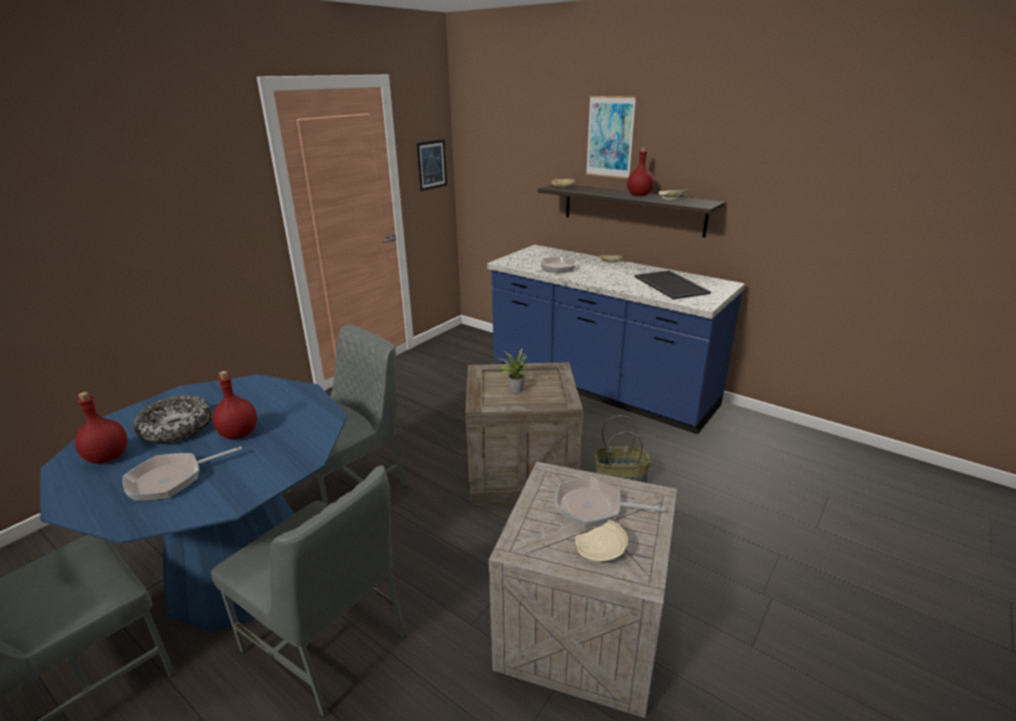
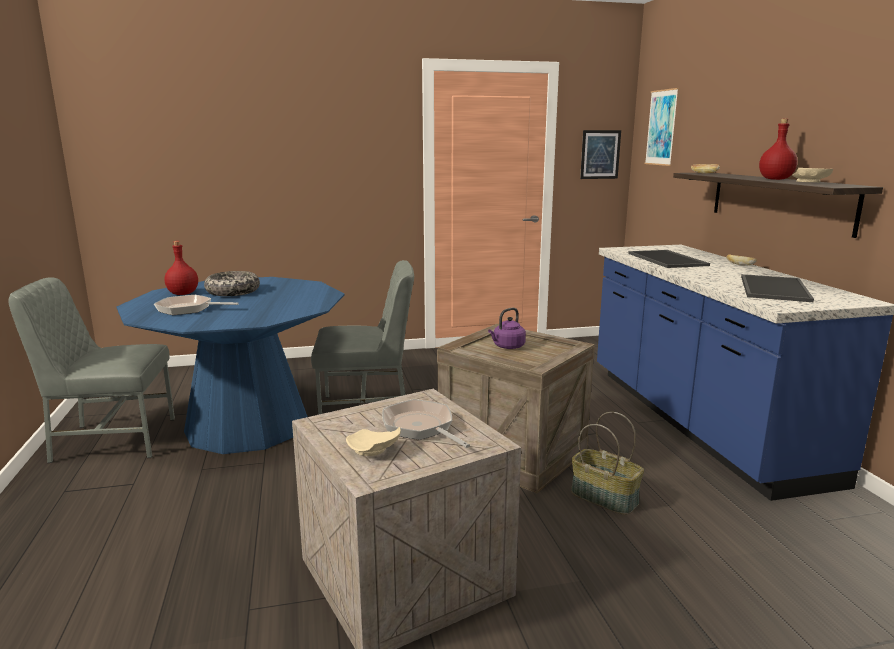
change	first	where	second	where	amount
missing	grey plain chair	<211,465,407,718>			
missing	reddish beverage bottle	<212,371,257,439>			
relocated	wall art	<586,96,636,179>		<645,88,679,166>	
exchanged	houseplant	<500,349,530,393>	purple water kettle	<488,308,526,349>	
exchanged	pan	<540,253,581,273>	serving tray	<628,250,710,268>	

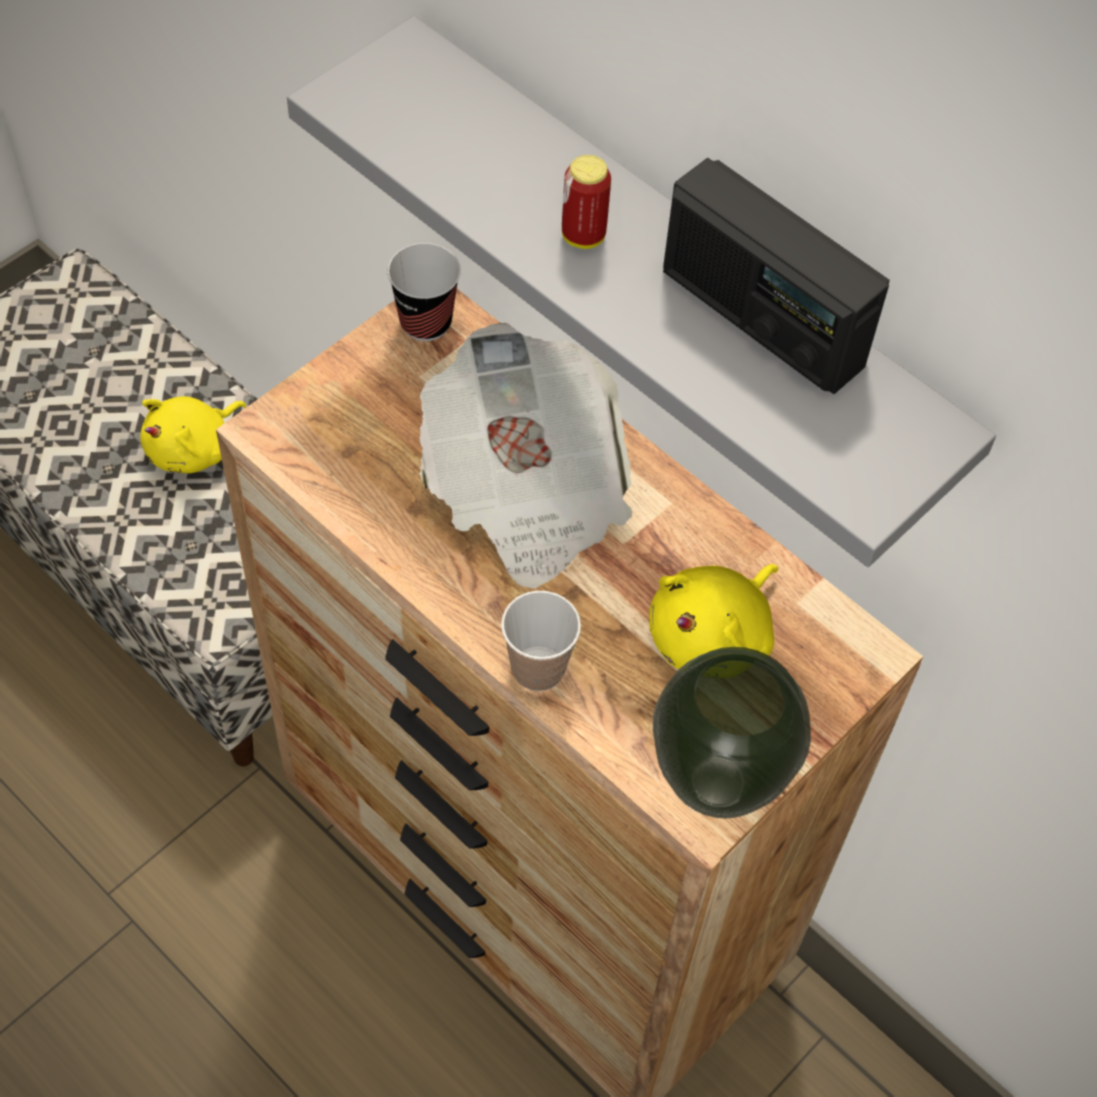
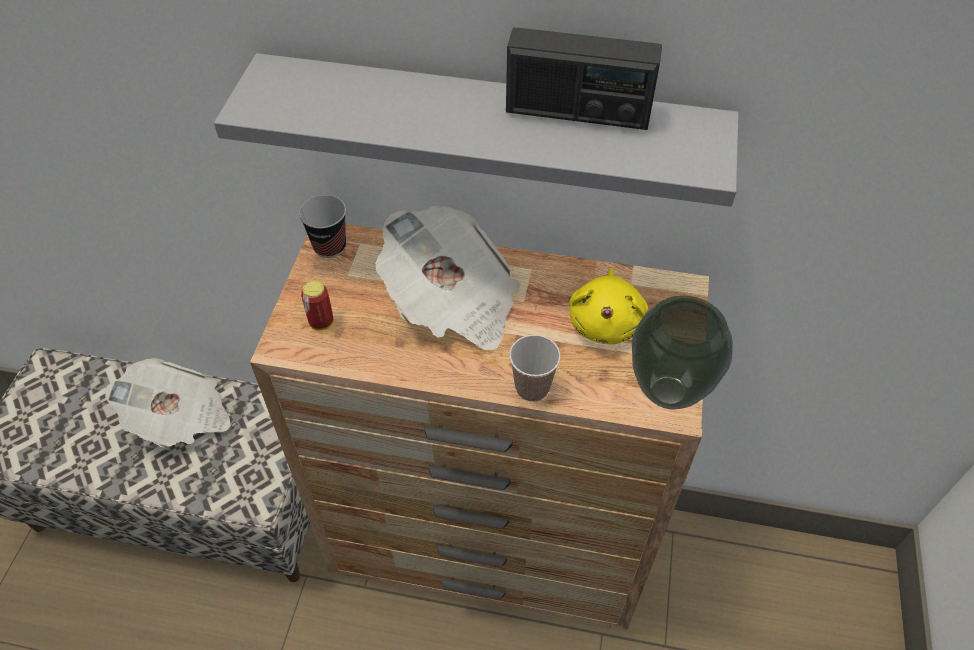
change	first	where	second	where	amount
relocated	can	<562,155,611,249>		<301,281,334,330>	
exchanged	yellow plush toy	<140,396,246,473>	newspaper	<105,358,231,448>	

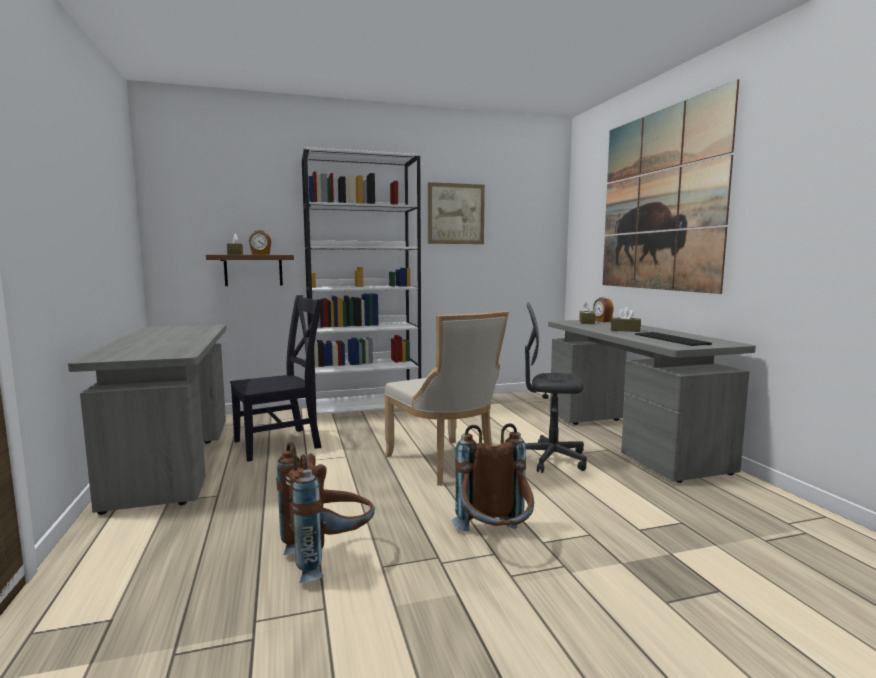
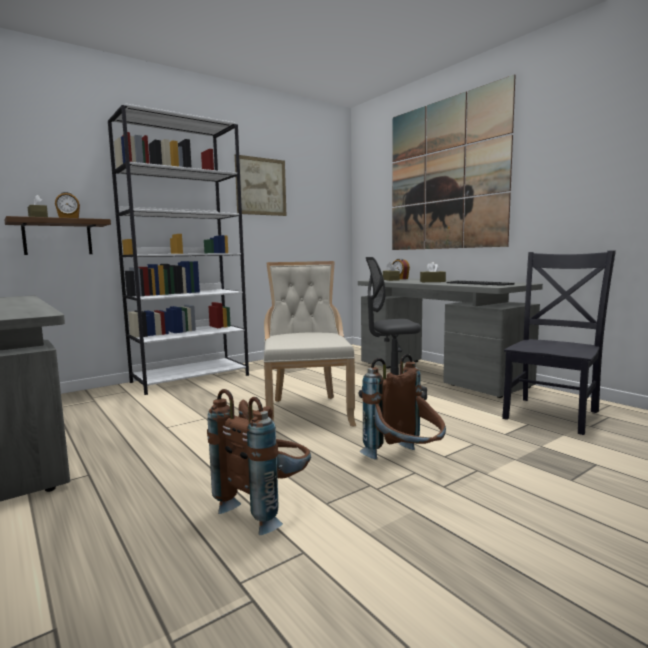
change	first	where	second	where	amount
relocated	black-coloured plain chair	<230,295,324,462>		<502,250,616,435>	
spun	beige plain chair	<384,311,509,486>		<264,261,356,426>	135 degrees counterclockwise

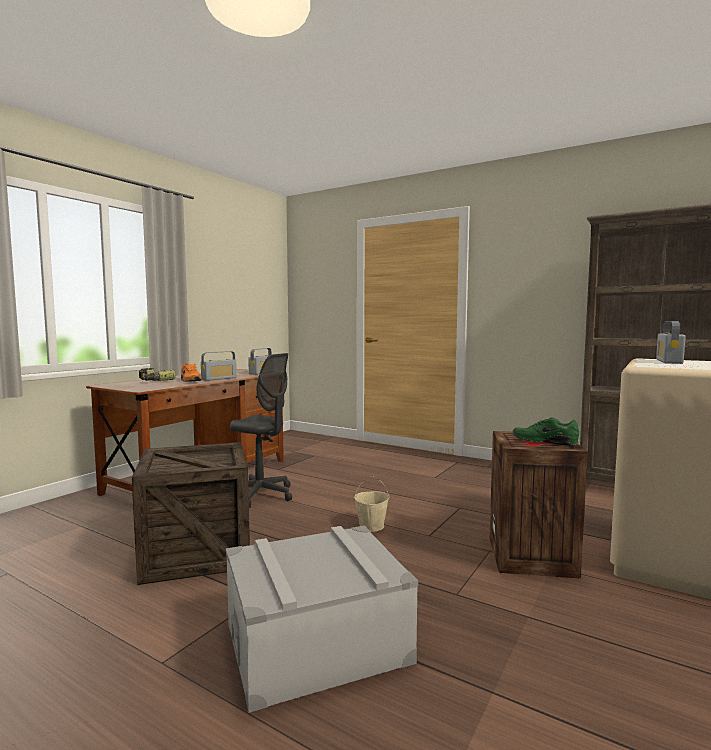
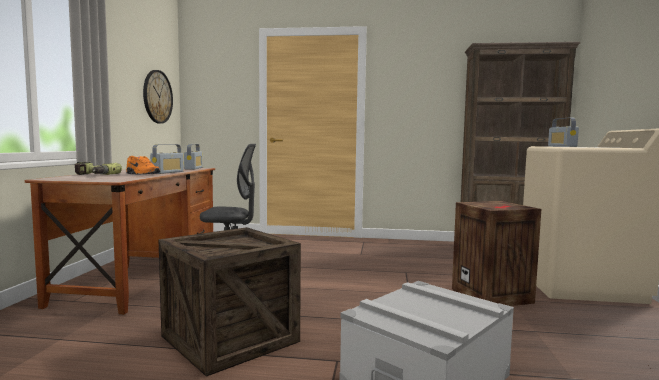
change	first	where	second	where	amount
missing	beige water bucket	<354,476,389,531>			
missing	green-coloured item of footwear	<513,417,579,446>			
appeared			wall clock	<143,70,173,124>	

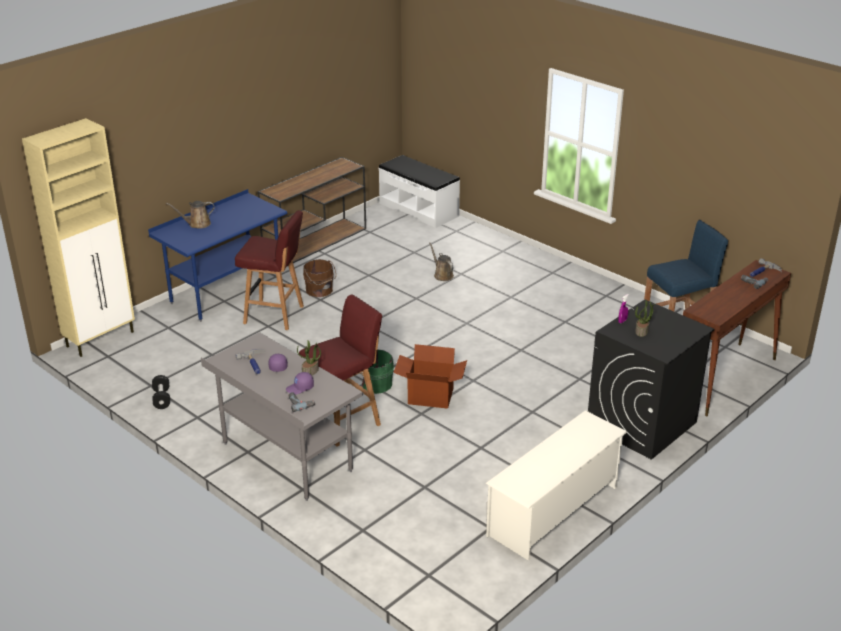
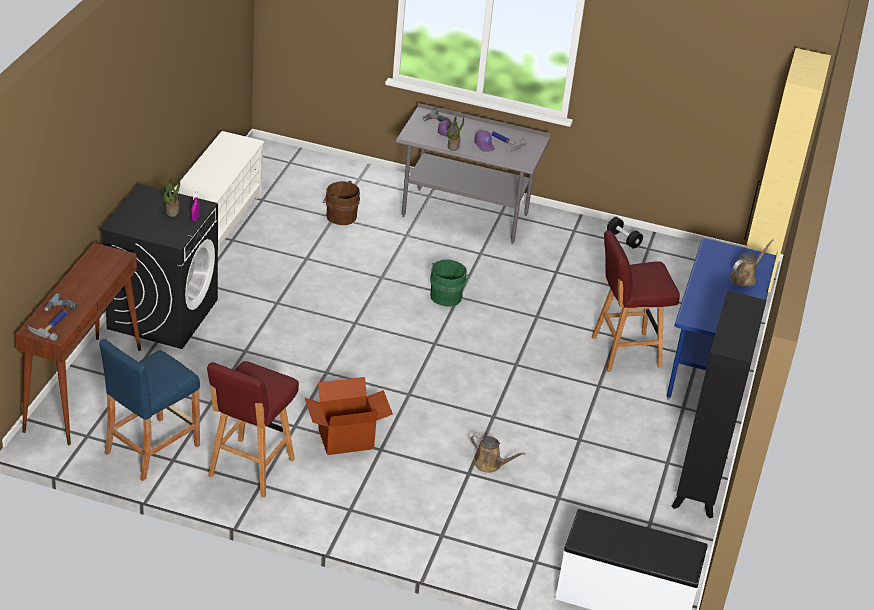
change	first	where	second	where	amount
relocated	reddish sitting stool	<299,294,382,447>		<207,361,299,498>	
relocated	brown-coloured water bucket	<303,259,336,297>		<323,181,360,225>	
relocated	cardboard box	<393,344,467,409>		<305,377,393,455>	
exchanged	brown-coloured console table	<257,157,366,263>	black-coloured shelving unit	<672,291,766,518>	

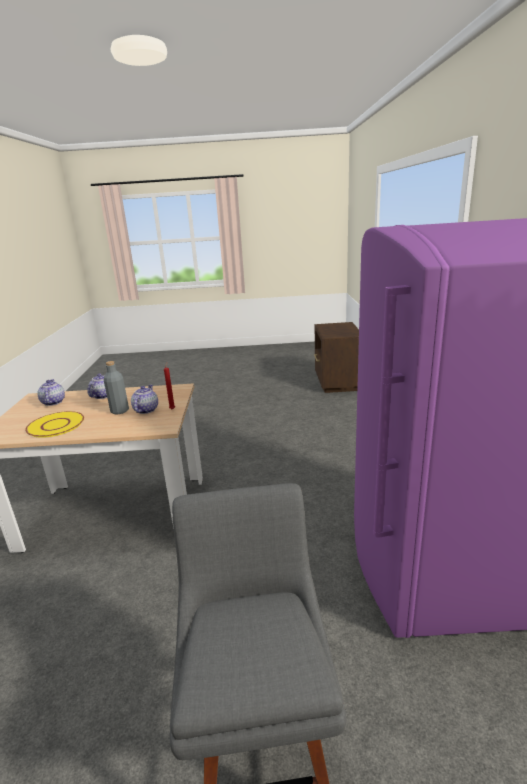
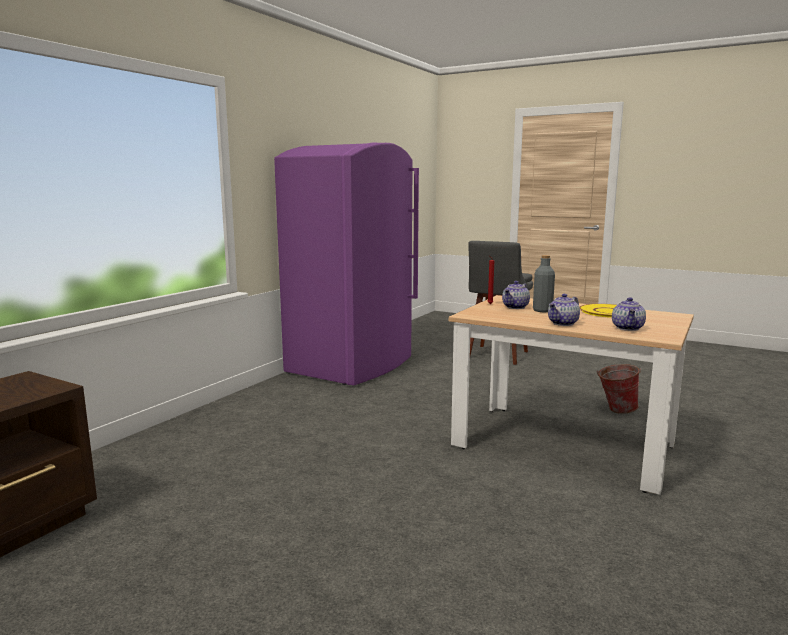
change	first	where	second	where	amount
appeared			water bucket	<597,364,641,414>	

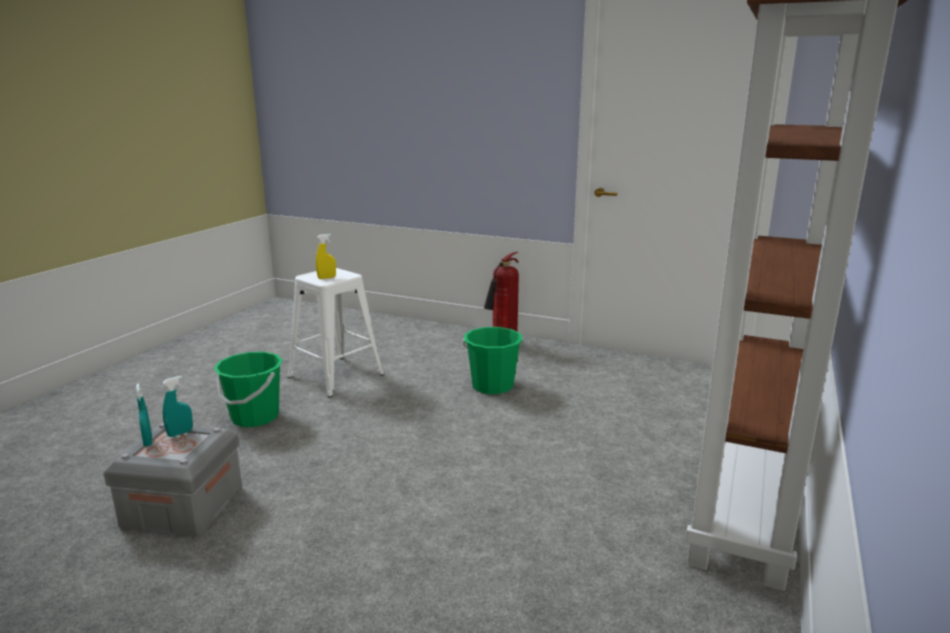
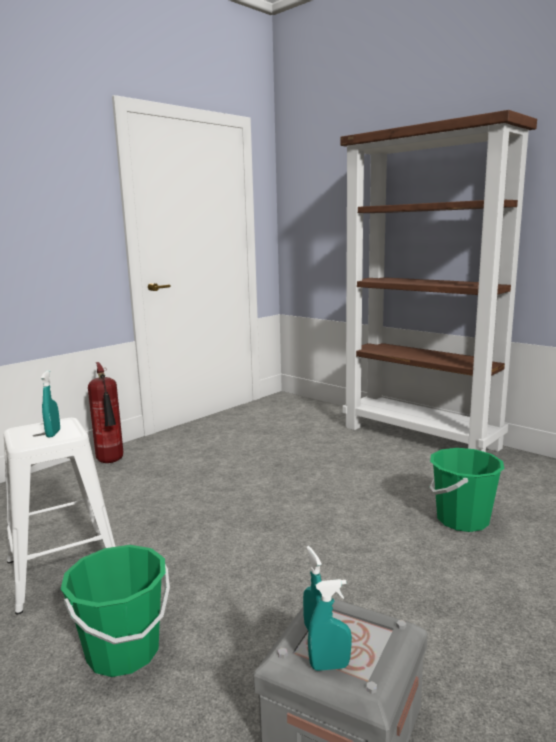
change	first	where	second	where	amount
relocated	green-coloured water bucket	<463,327,523,394>		<430,448,504,532>	
colour	yellow spray bottle	<316,234,336,279>	turquoise spray bottle	<41,370,60,438>	

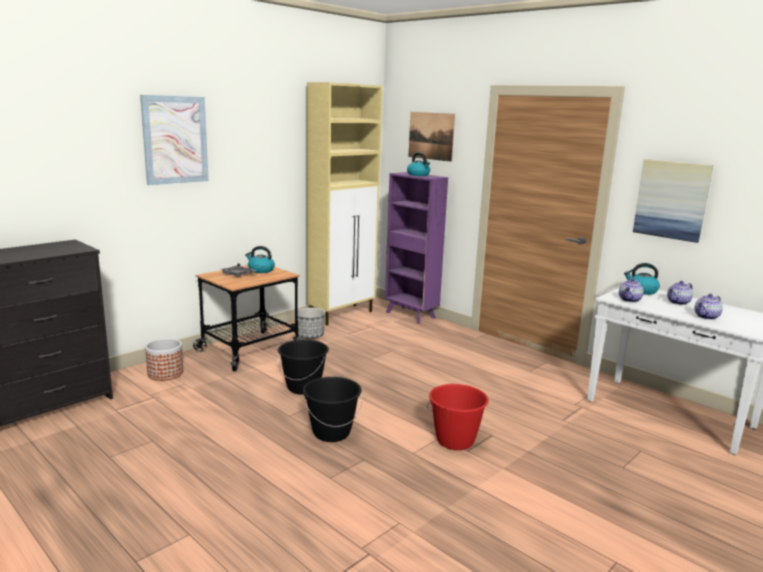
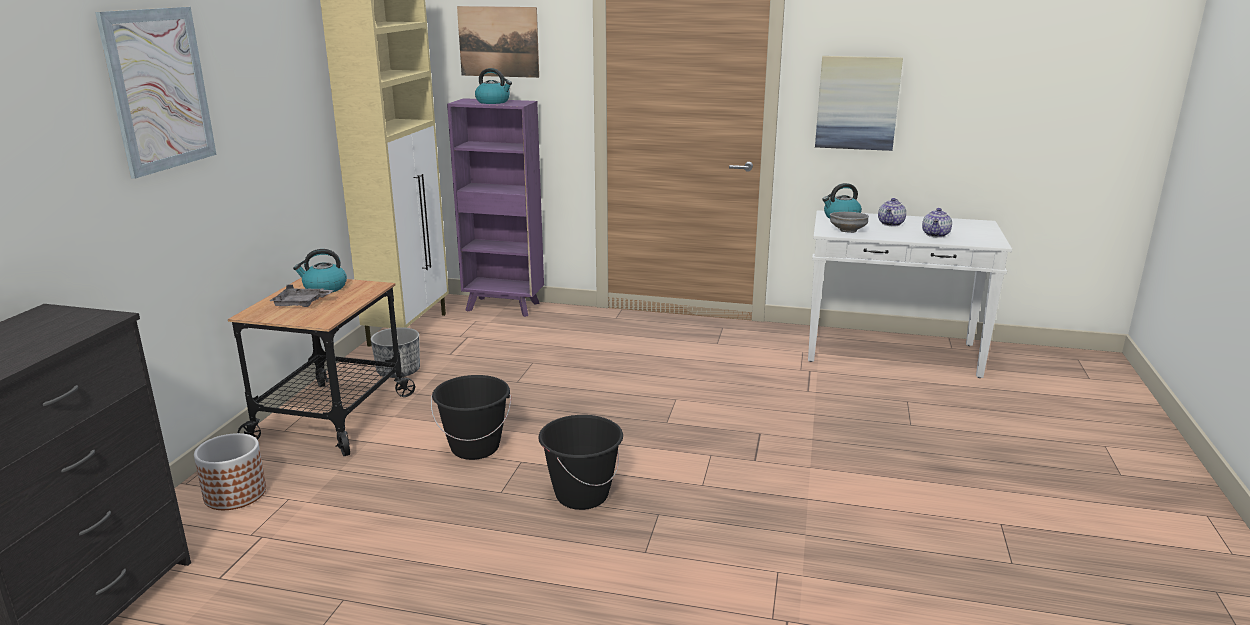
change	first	where	second	where	amount
missing	reddish water bucket	<427,384,489,450>			
exchanged	teapot	<619,278,644,303>	grey deep dish	<830,212,869,233>	

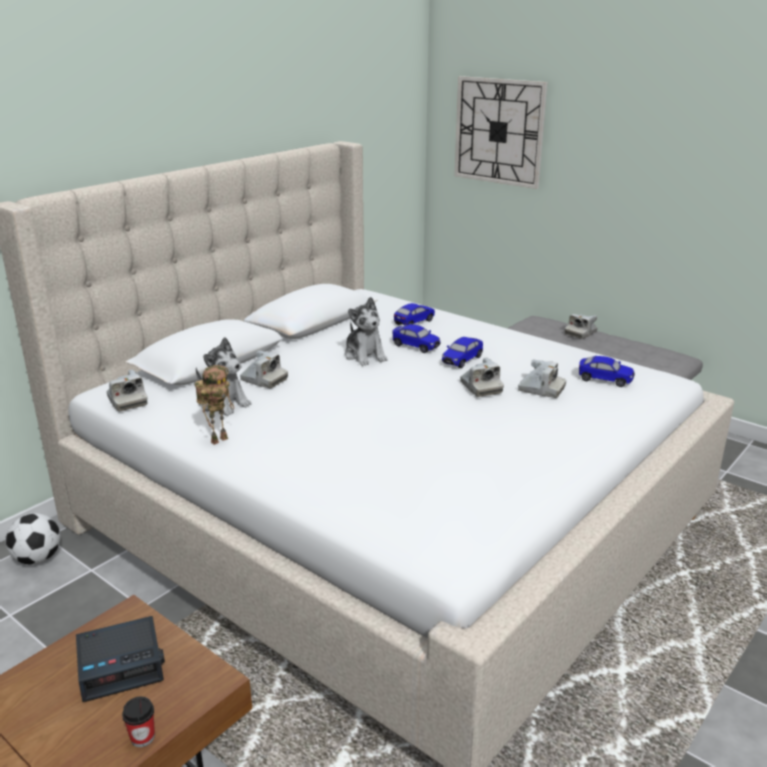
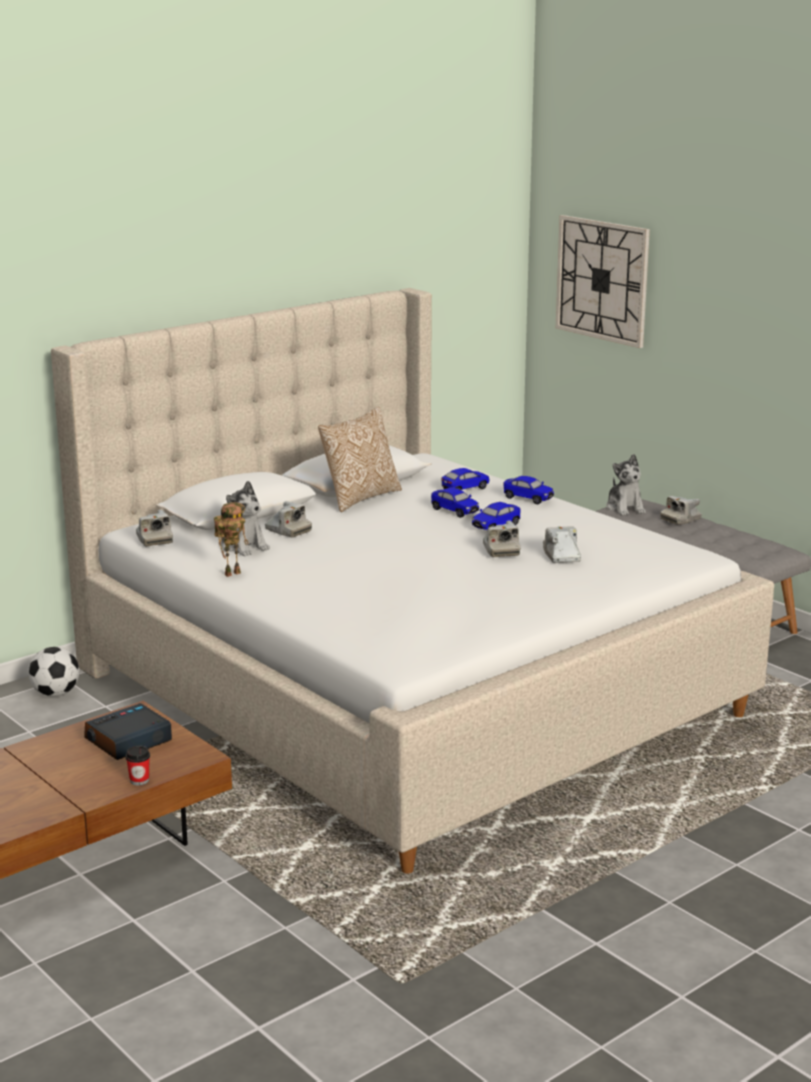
change	first	where	second	where	amount
appeared			cushion	<318,407,402,512>	
relocated	plush toy	<345,297,388,366>		<606,454,646,516>	
relocated	model car	<579,356,635,387>		<503,476,554,504>	
spun	alarm clock	<76,616,165,702>		<84,703,172,760>	150 degrees clockwise
spun	photo camera	<518,359,566,398>		<543,526,581,563>	135 degrees counterclockwise

